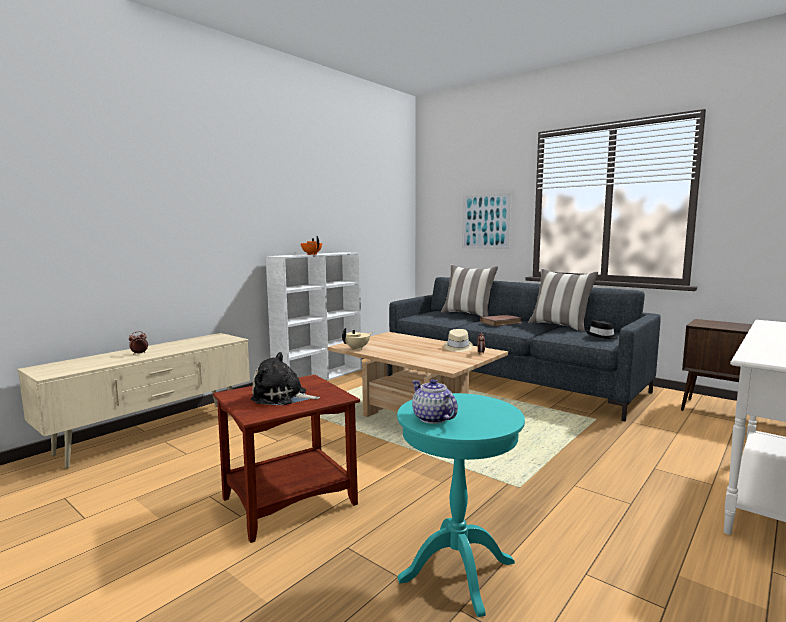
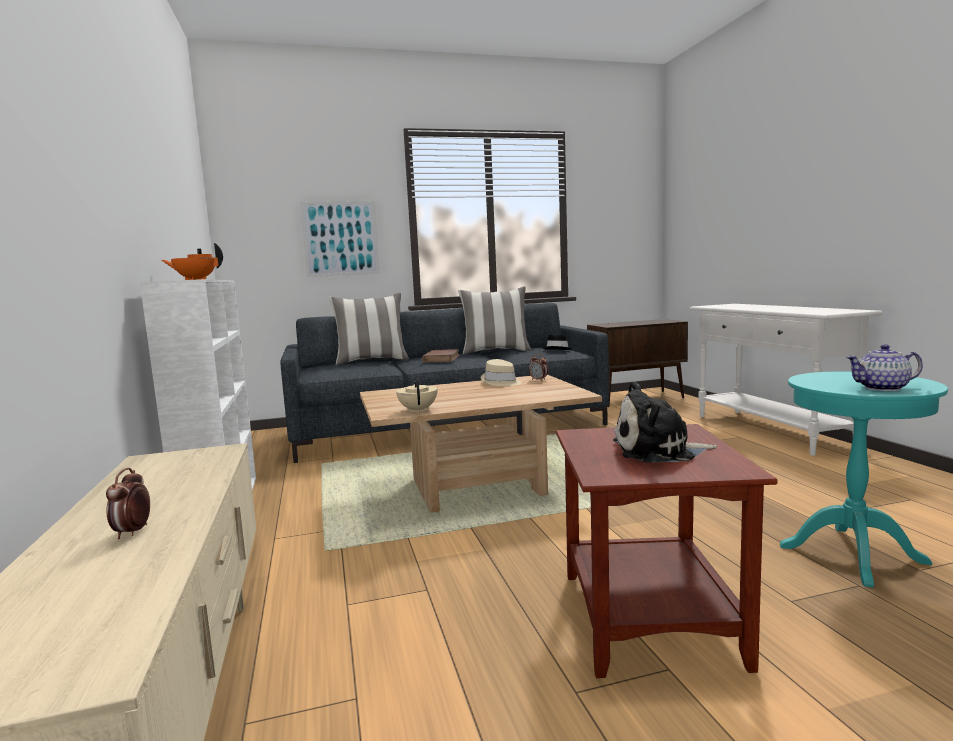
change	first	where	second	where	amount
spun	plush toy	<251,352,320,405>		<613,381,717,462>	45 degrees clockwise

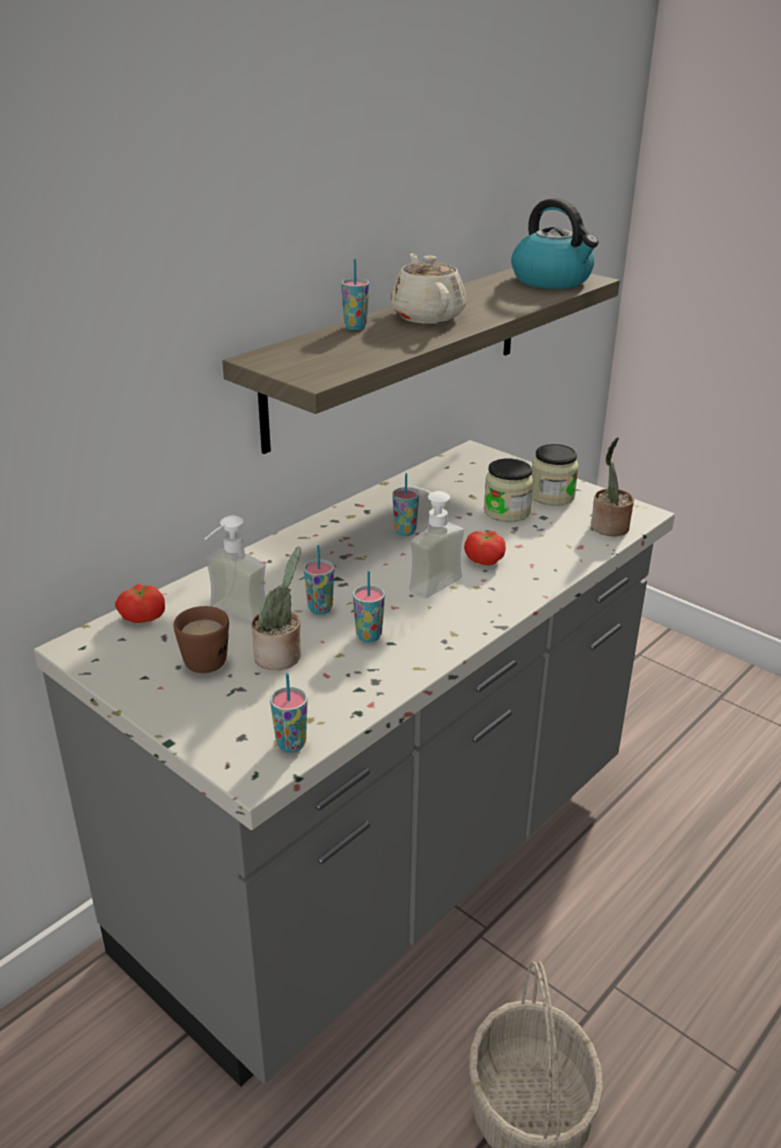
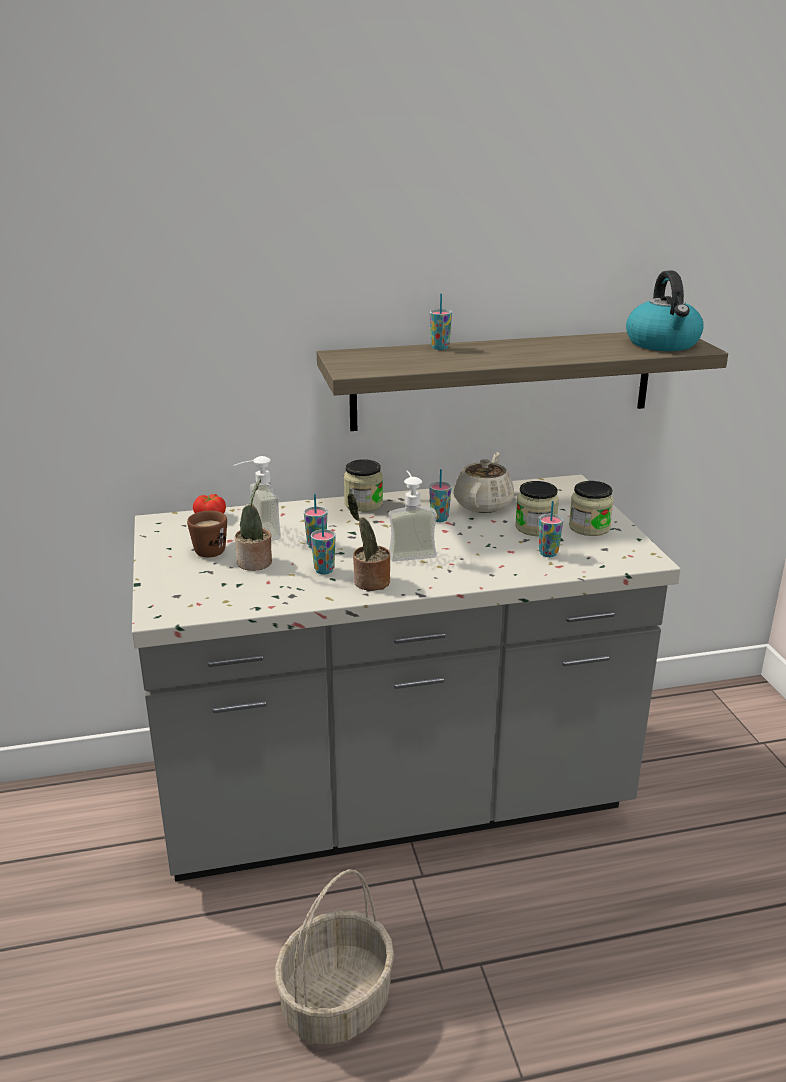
change	first	where	second	where	amount
missing	fresh tomato	<464,531,506,565>			
appeared			storage jar	<344,459,383,512>	
relocated	drinking cup	<270,673,308,753>		<539,501,563,557>	
relocated	beige teapot	<391,253,467,324>		<454,452,514,513>	
relocated	houseplant	<591,437,634,536>		<347,493,390,591>	

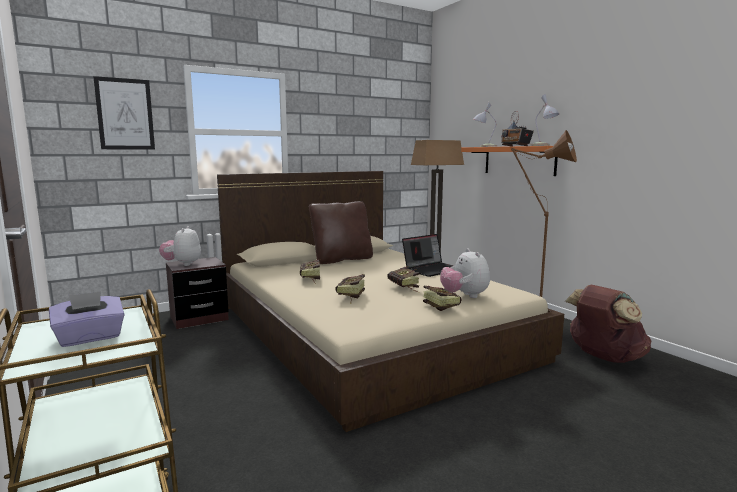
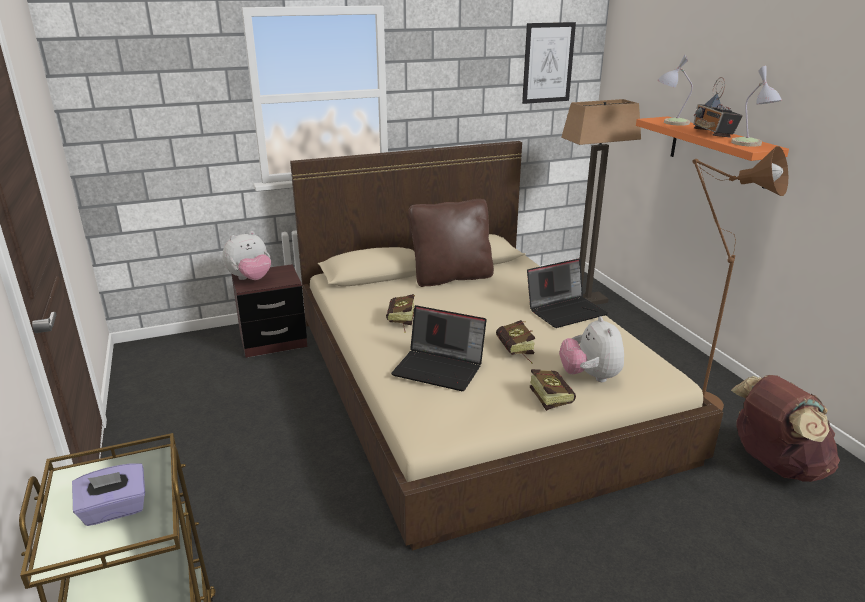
change	first	where	second	where	amount
relocated	wall art	<93,76,155,150>		<522,22,576,104>	
exchanged	volume	<335,274,365,304>	laptop	<391,305,487,391>	
spun	plush toy	<159,226,201,266>		<222,231,271,280>	135 degrees counterclockwise

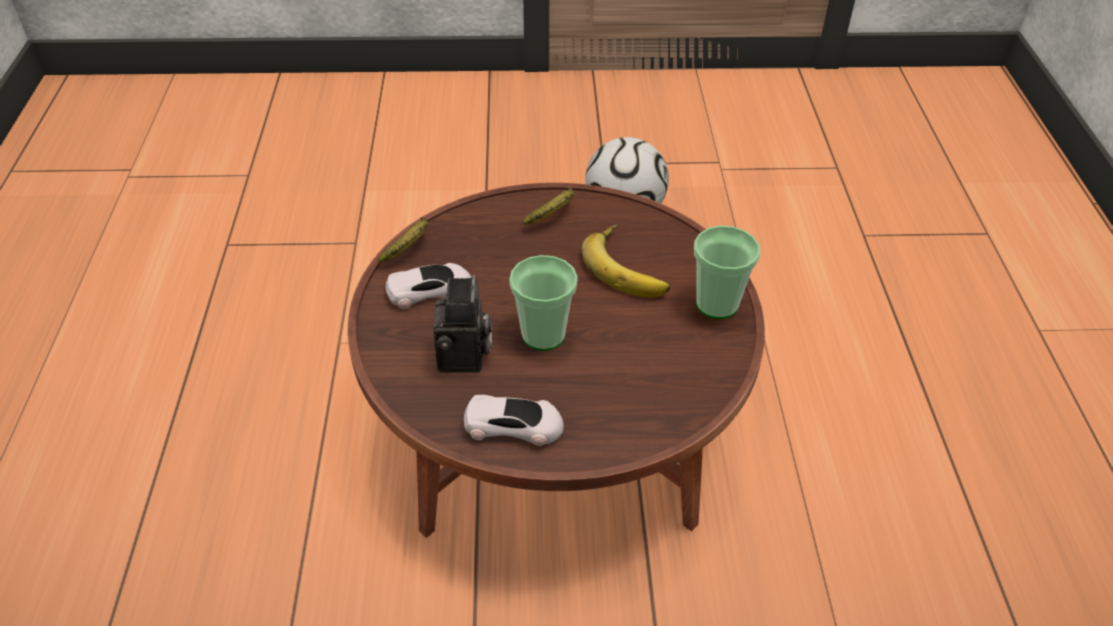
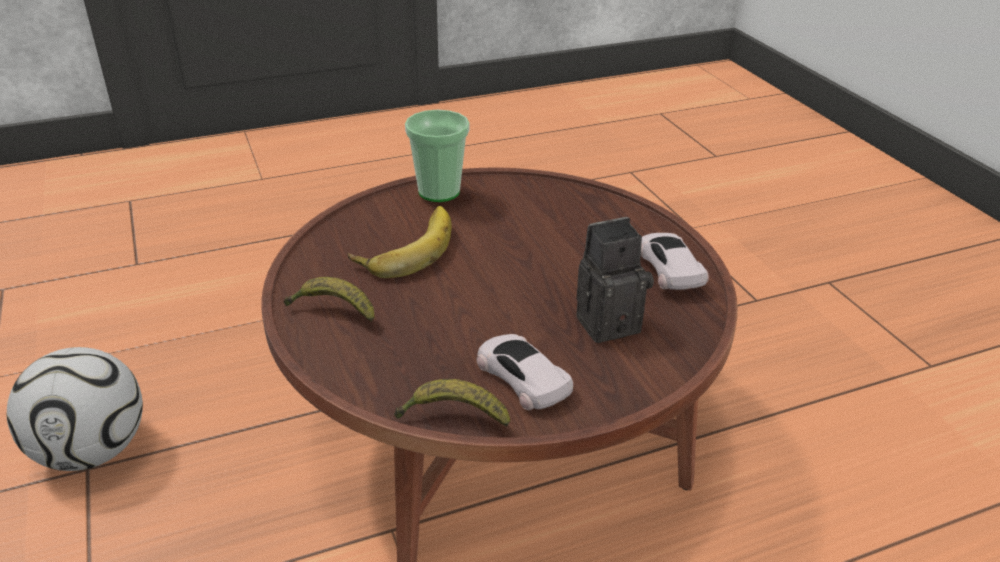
change	first	where	second	where	amount
missing	drinking cup	<509,255,578,351>			

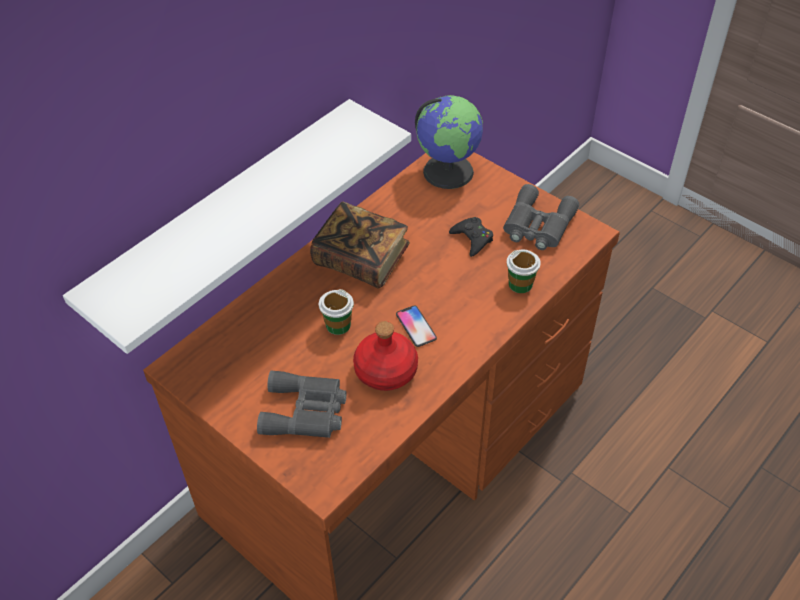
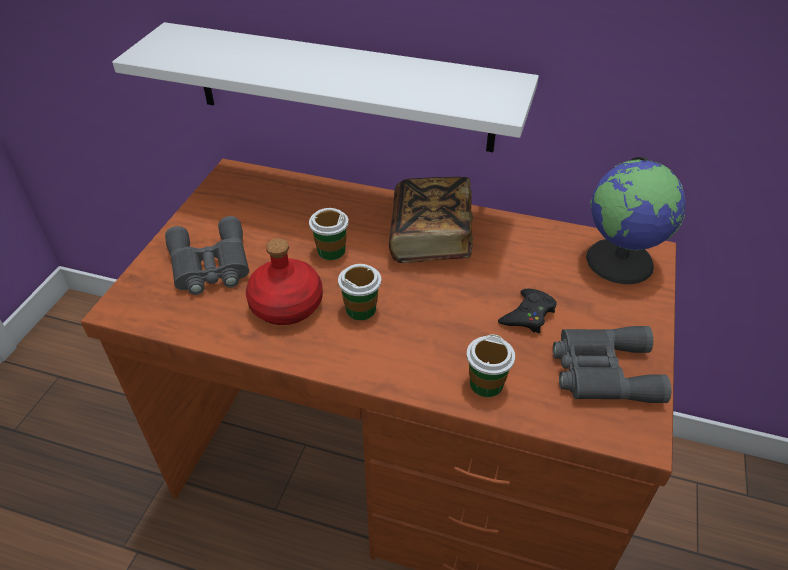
change	first	where	second	where	amount
exchanged	telephone	<396,305,437,347>	drinking cup	<338,264,381,320>	

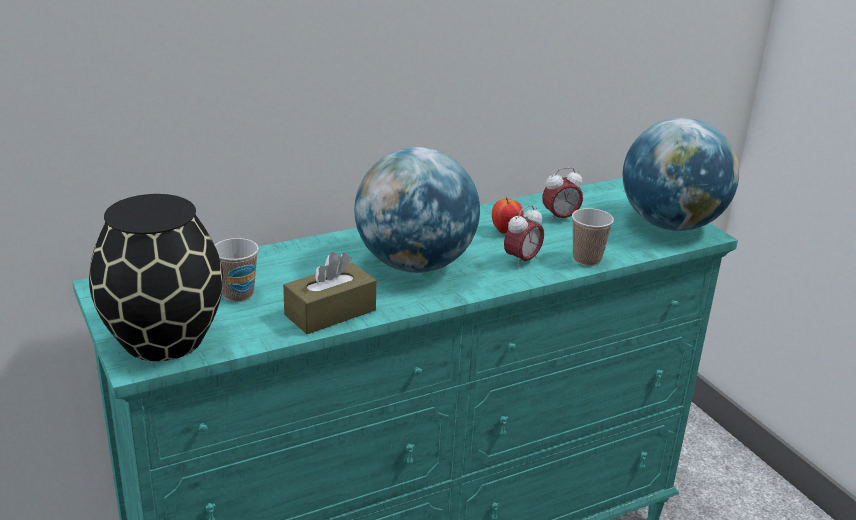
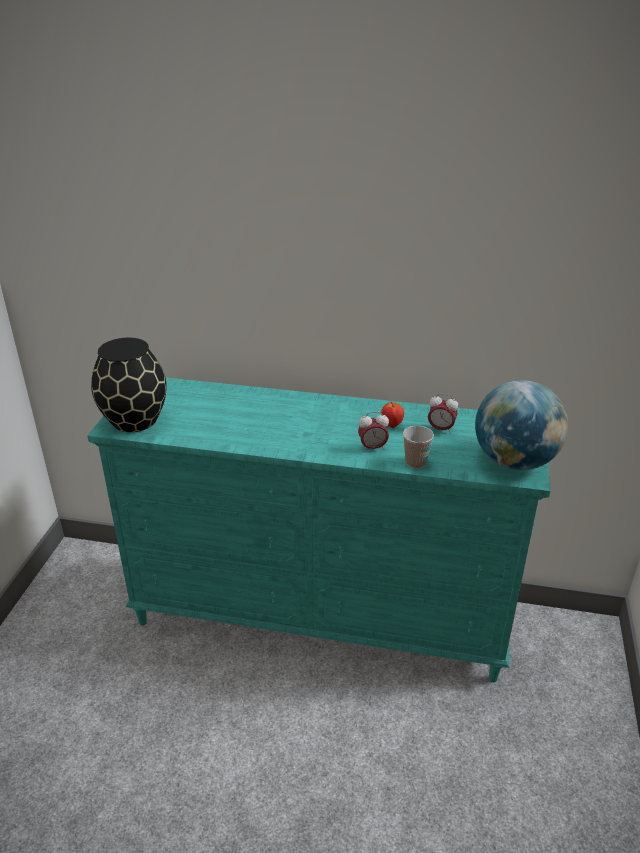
change	first	where	second	where	amount
missing	drinking cup	<215,238,259,302>			
missing	brown-coloured tissue box	<283,252,376,334>			
missing	globe	<354,147,480,273>			

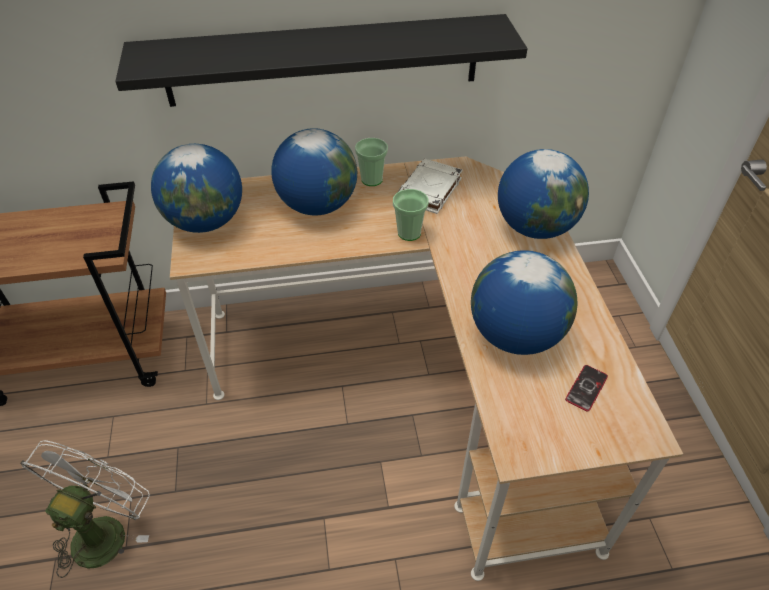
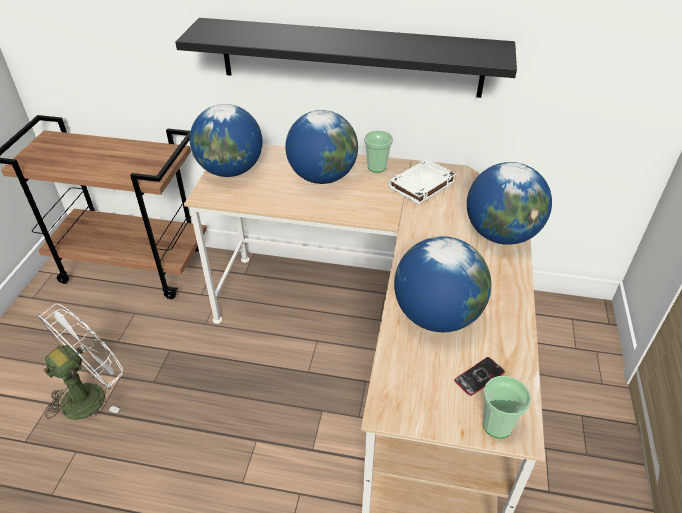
change	first	where	second	where	amount
relocated	drinking cup	<393,189,429,241>		<482,376,531,438>	

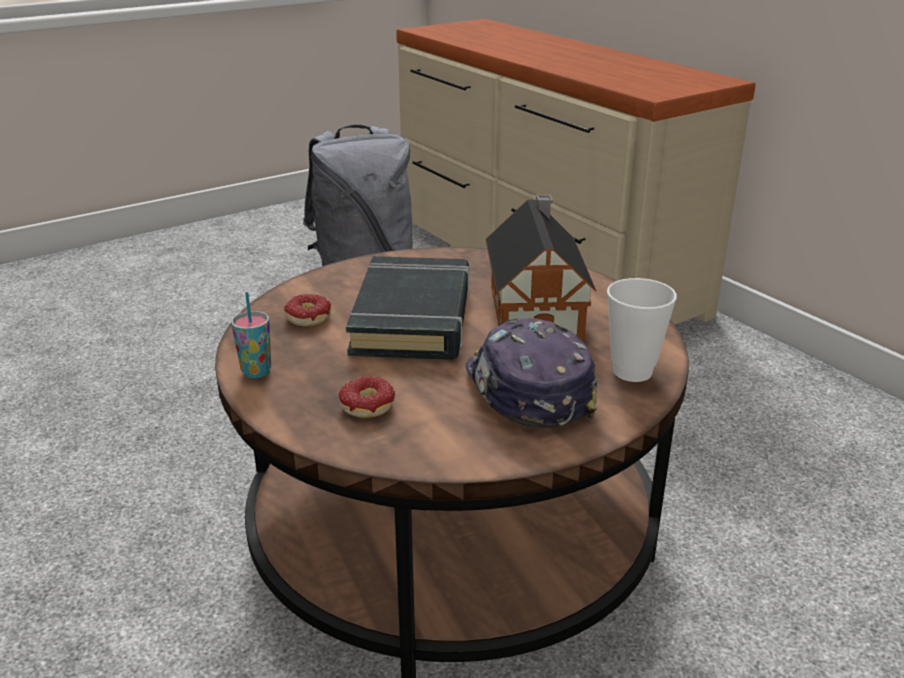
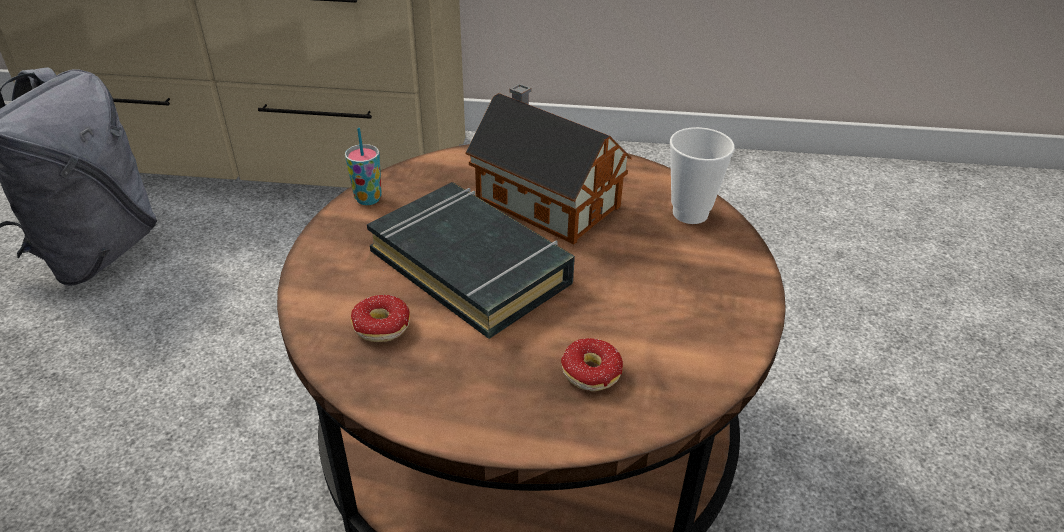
change	first	where	second	where	amount
missing	peaked cap	<466,318,597,427>			
relocated	drinking cup	<231,292,271,378>		<345,128,382,205>	

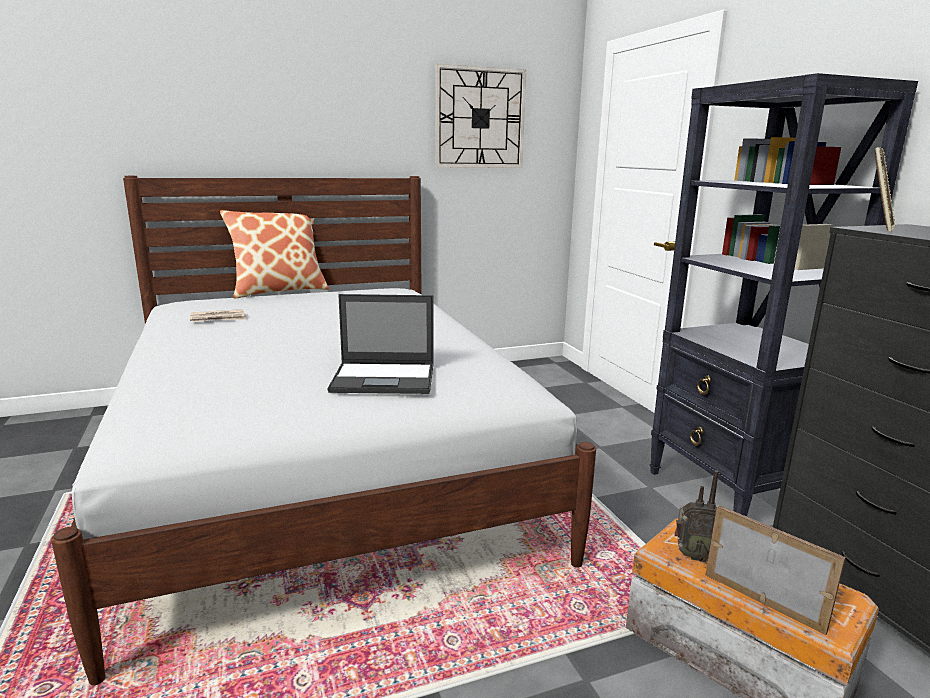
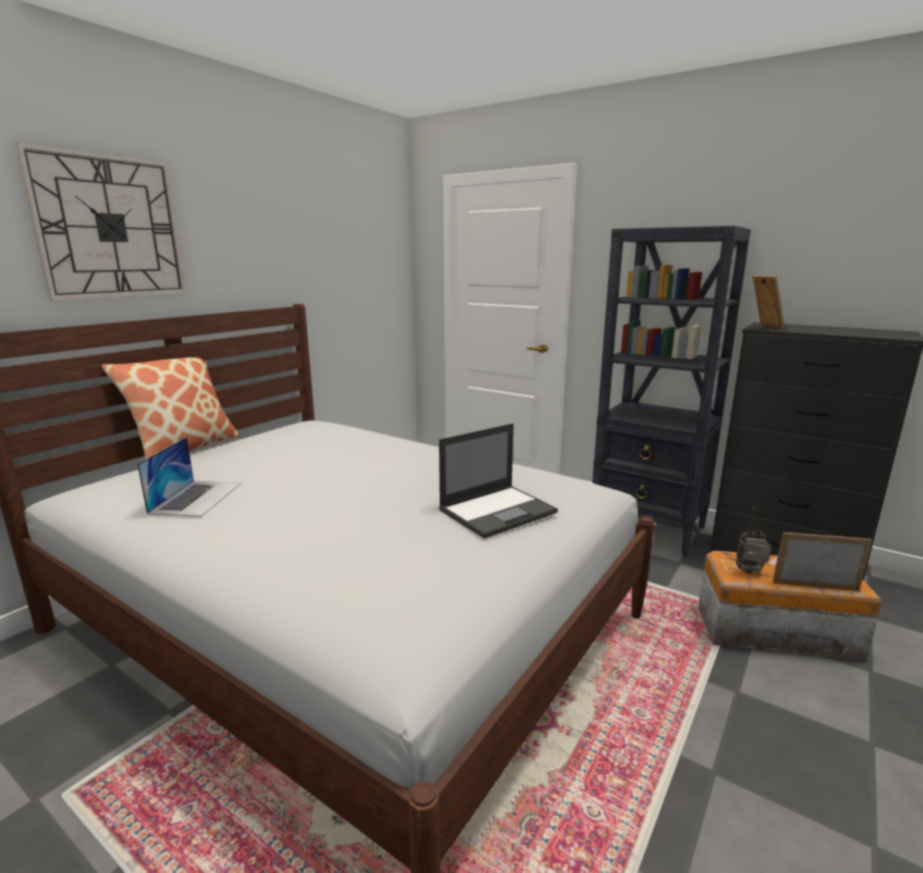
change	first	where	second	where	amount
relocated	wall clock	<435,64,526,168>		<14,142,187,301>	
exchanged	newspaper	<190,309,247,322>	laptop	<137,437,241,517>	
spun	radio	<674,470,719,561>		<735,507,771,573>	150 degrees counterclockwise

